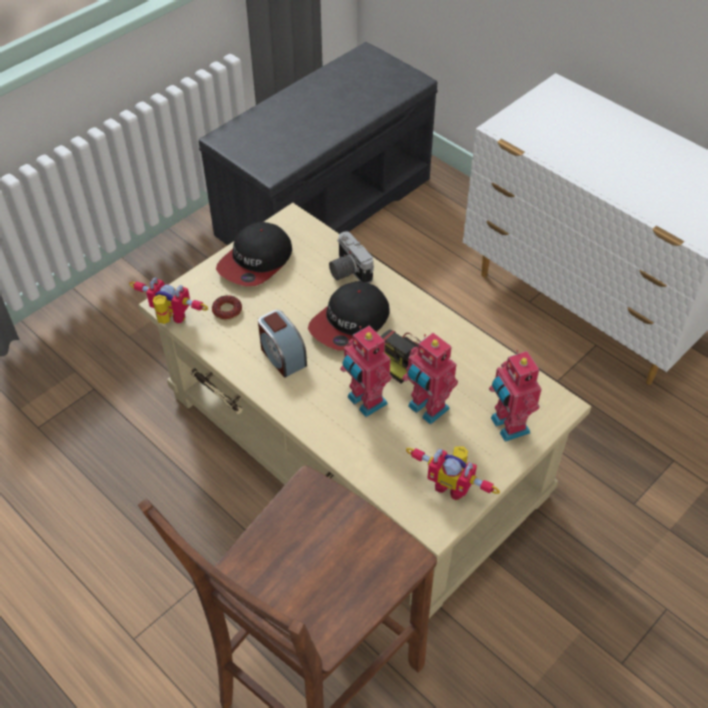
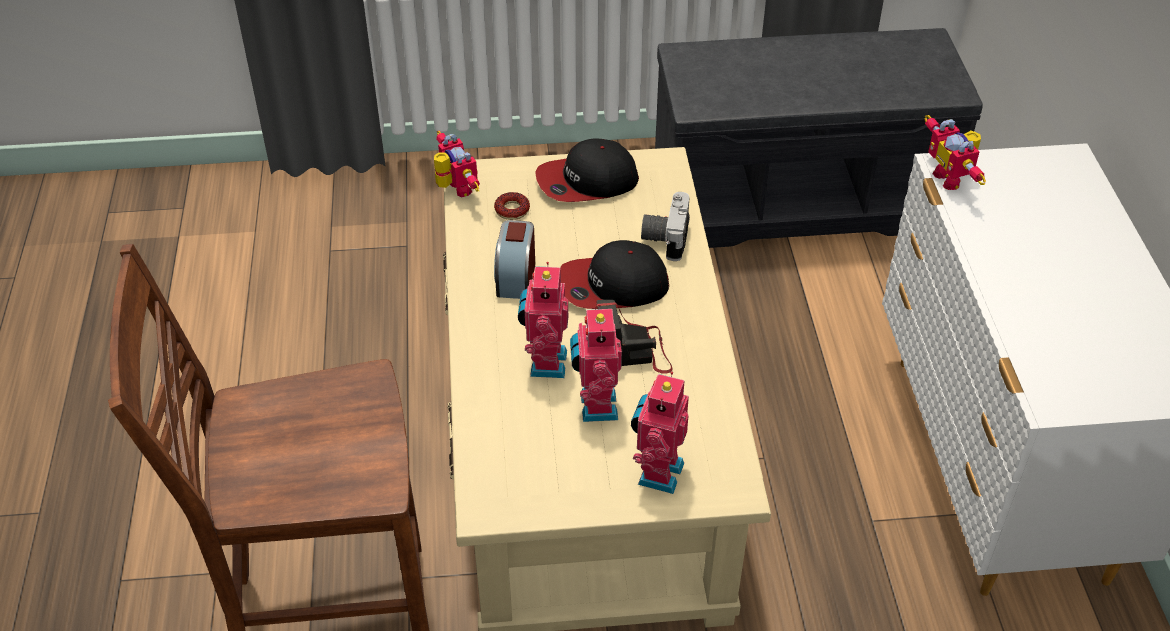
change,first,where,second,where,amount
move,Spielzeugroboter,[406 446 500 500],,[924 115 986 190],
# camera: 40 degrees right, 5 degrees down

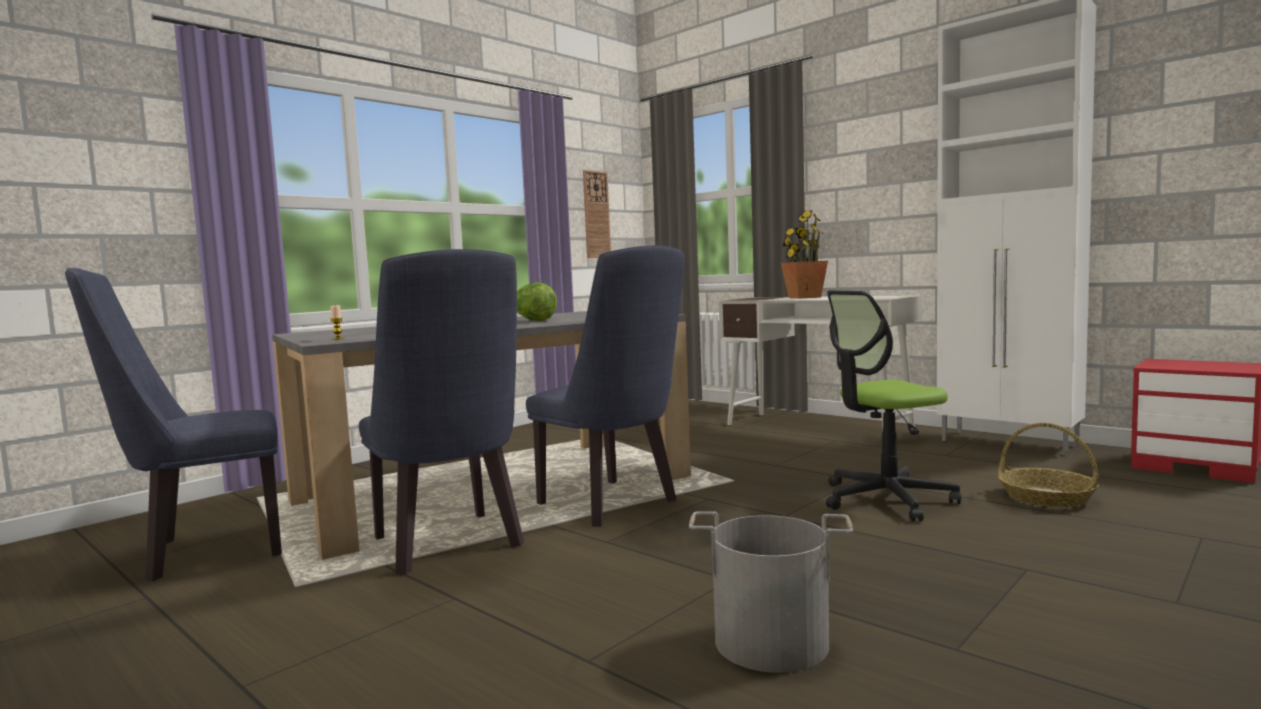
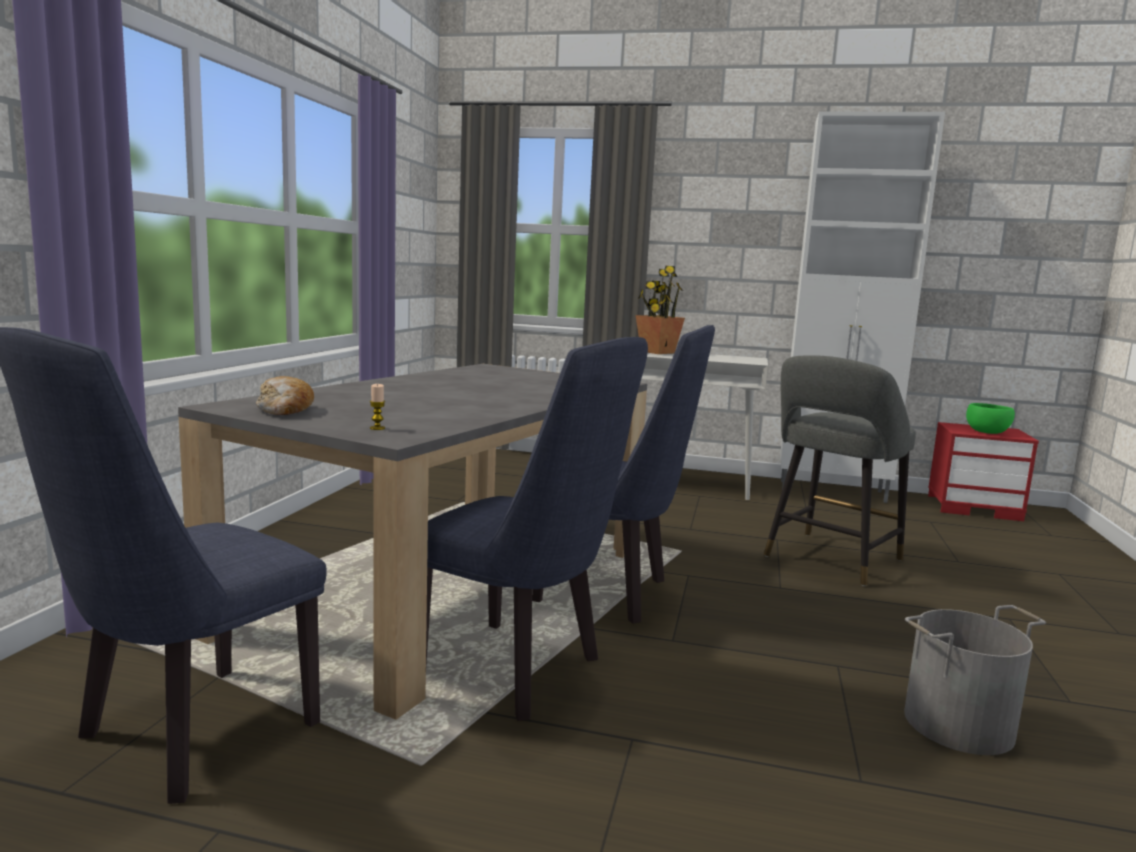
change,first,where,second,where,amount
delete,Salatkopf,[517 282 557 321],,,
delete,Wanduhr,[583 170 611 258],,,
replace,Bürostuhl,[826 290 961 522],Hocker (grau),[764 355 916 586],
delete,Korb,[998 423 1100 507],,,
insert,,,Brot,[256 376 314 415],
insert,,,Schüssel (grün),[966 403 1015 434],
# camera: 30 degrees left, 5 degrees up

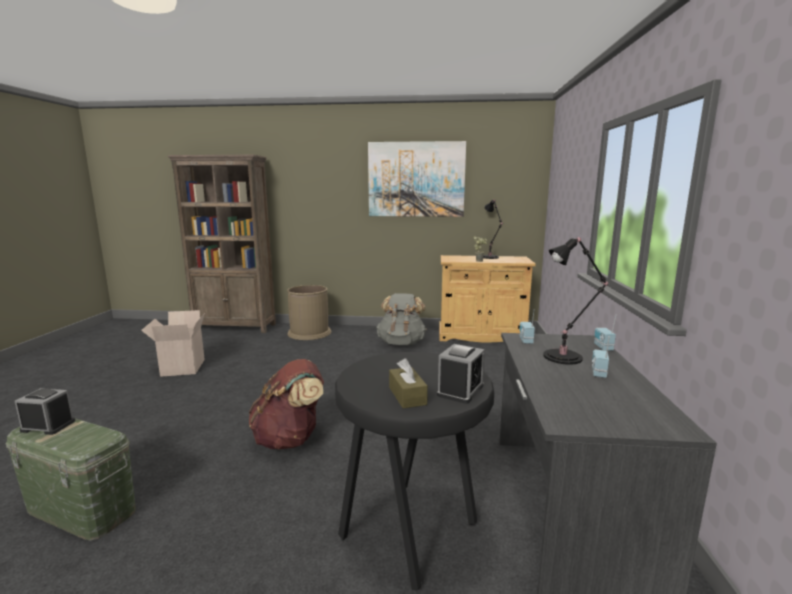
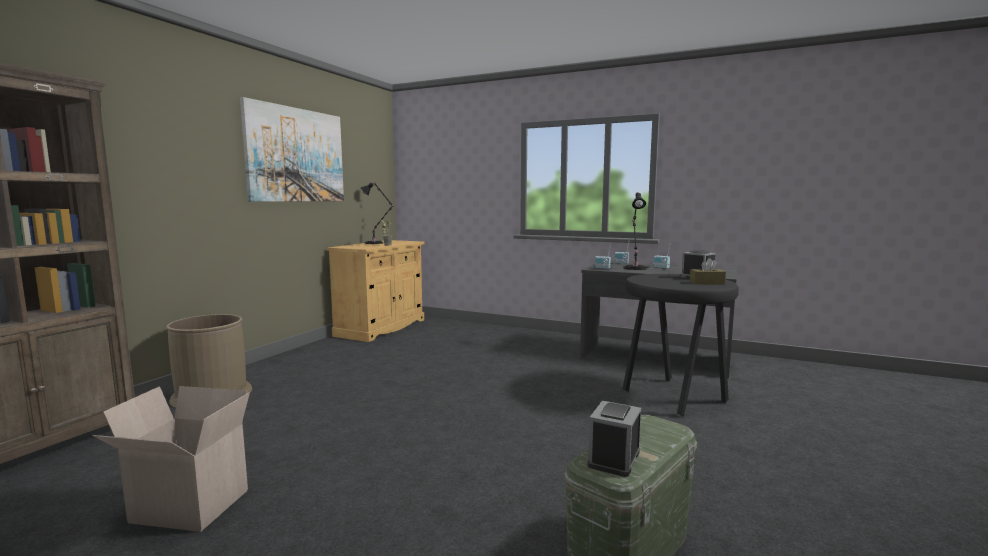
change,first,where,second,where,amount
delete,Rucksack (braun),[249 359 324 449],,,
delete,Rucksack (grau),[376 293 427 345],,,
# camera: 70 degrees left, 5 degrees down

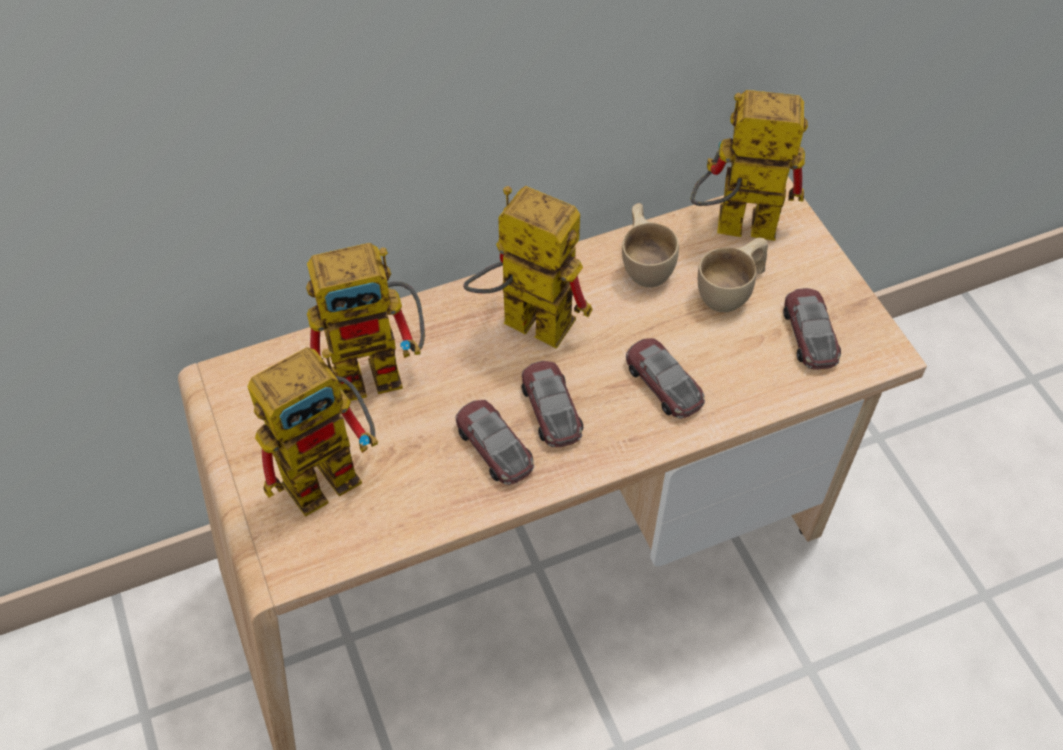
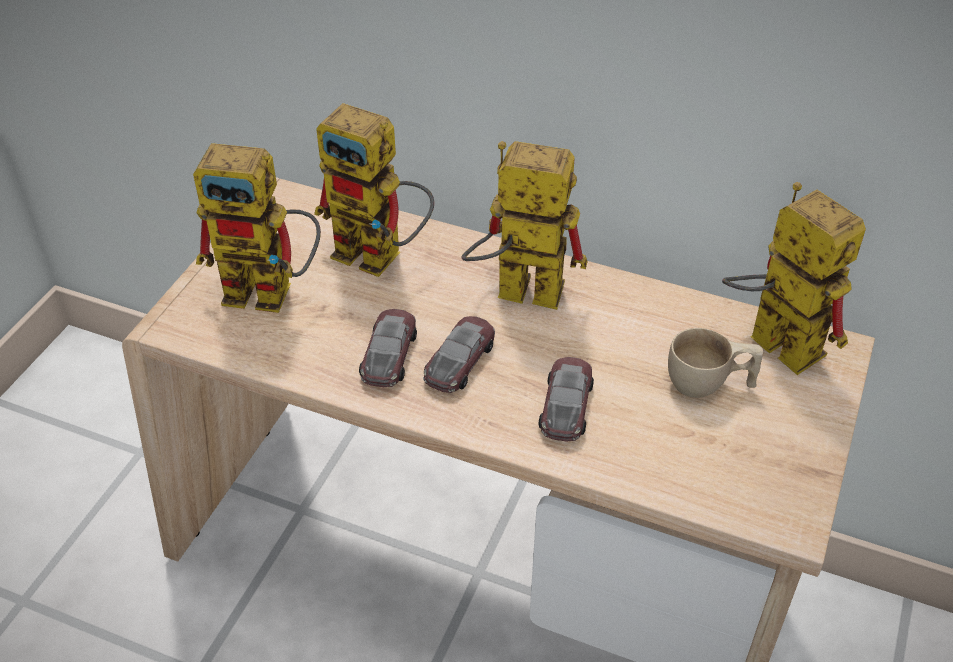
change,first,where,second,where,amount
rotate,Spielzeugroboter,[463 186 593 349],,[461 141 588 310],60 degrees counterclockwise
delete,Tasse (beige),[622 203 679 287],,,
delete,Spielzeugauto,[783 288 841 370],,,
# camera: 45 degrees right, 10 degrees down

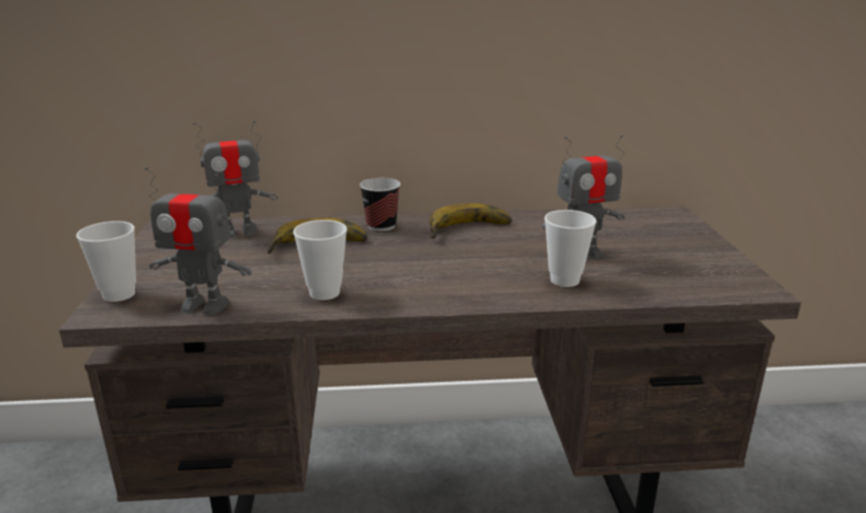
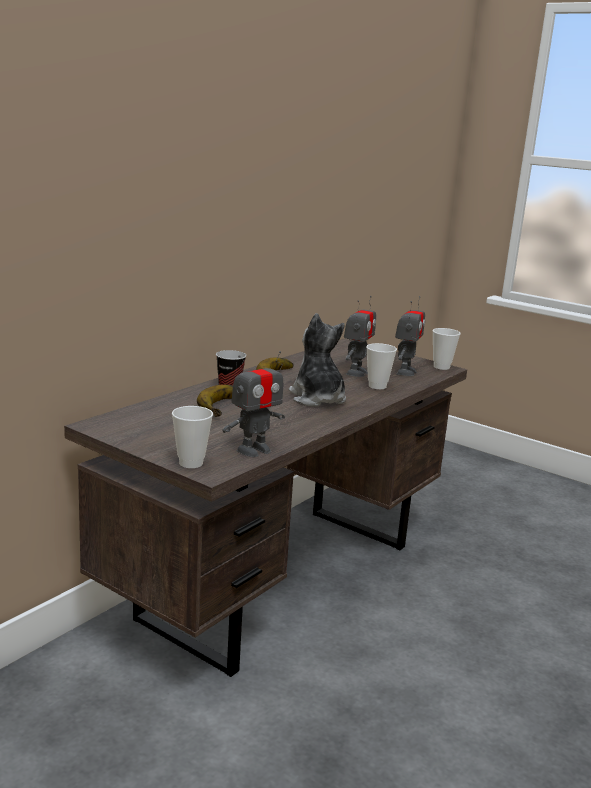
change,first,where,second,where,amount
move,Spielzeugroboter,[193 120 278 238],,[395 296 425 376],
move,Tasse,[293 220 347 300],,[432 328 461 370],
insert,,,Plüschtier,[289 313 346 407],
# camera: 50 degrees left, 5 degrees down

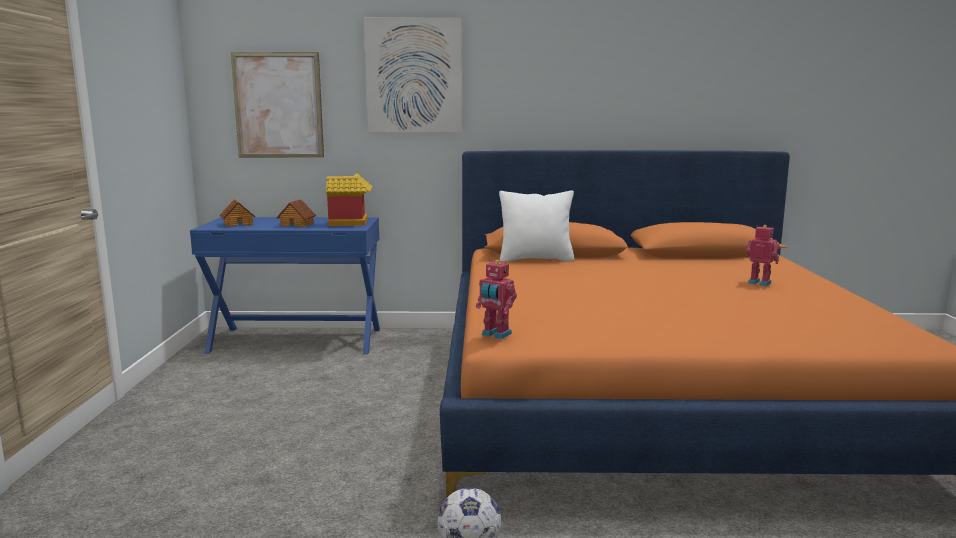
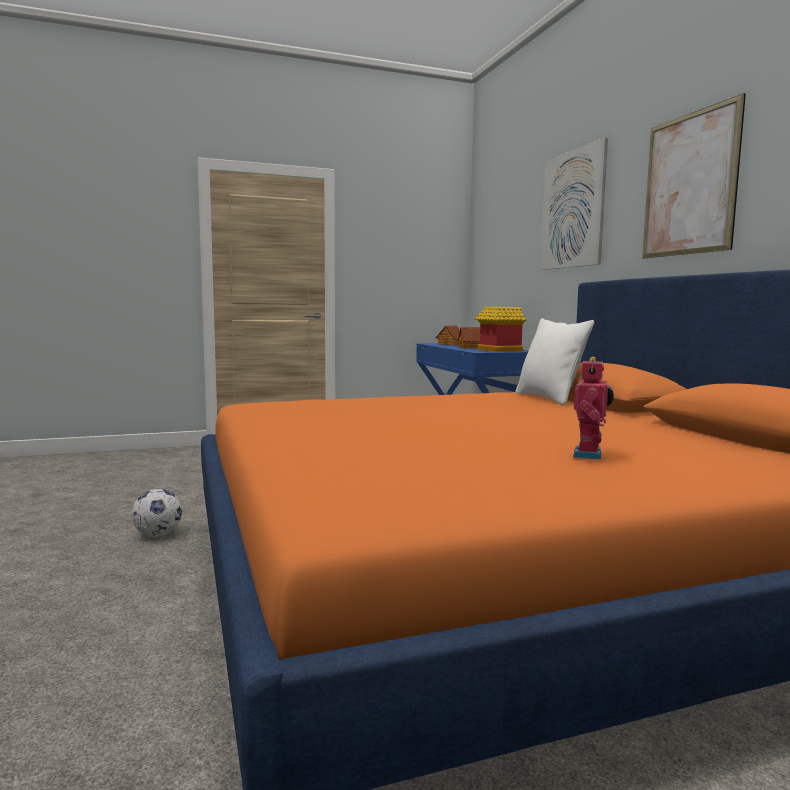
change,first,where,second,where,amount
move,Bild,[231 52 324 157],,[642 93 746 259],
delete,Spielzeugroboter,[476 260 517 339],,,
# camera: 70 degrees right, 5 degrees down

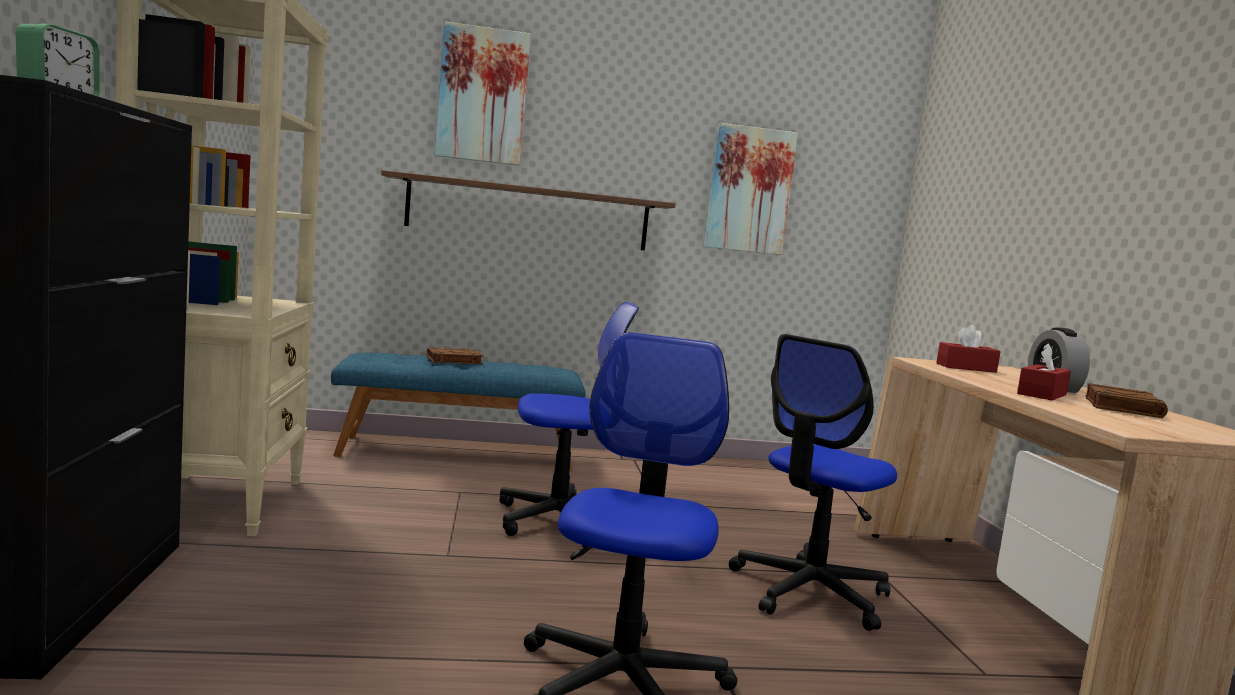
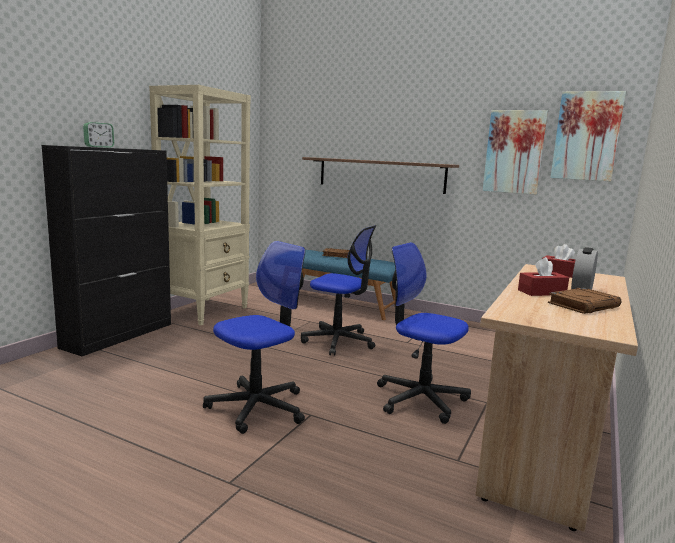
change,first,where,second,where,amount
move,Bild,[435 21 531 166],,[550 91 626 181],
rotate,Bürostuhl,[729 334 897 631],,[377 242 471 424],45 degrees clockwise
# camera: 35 degrees right, 5 degrees up

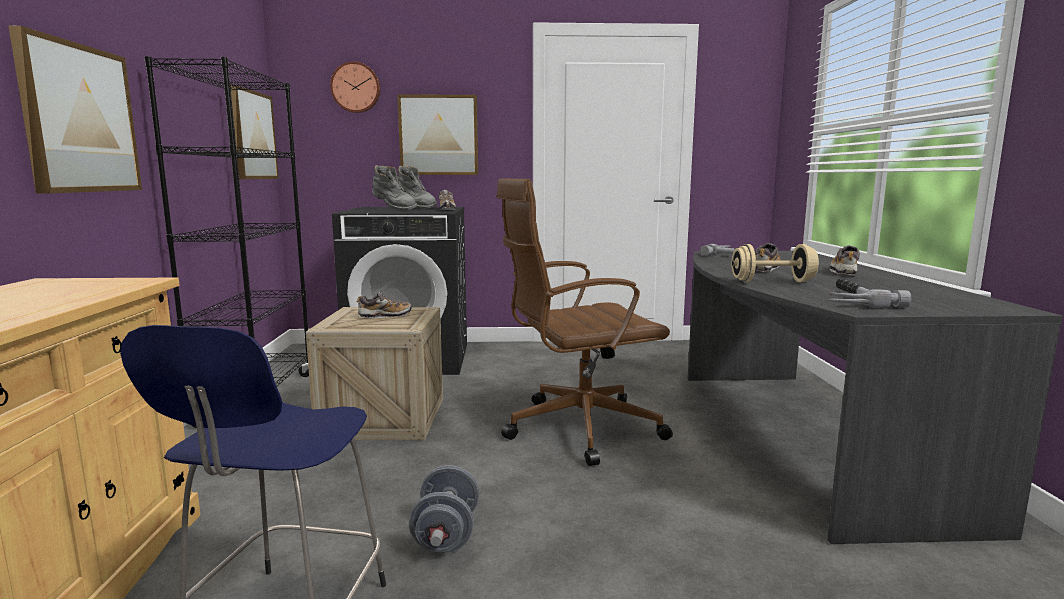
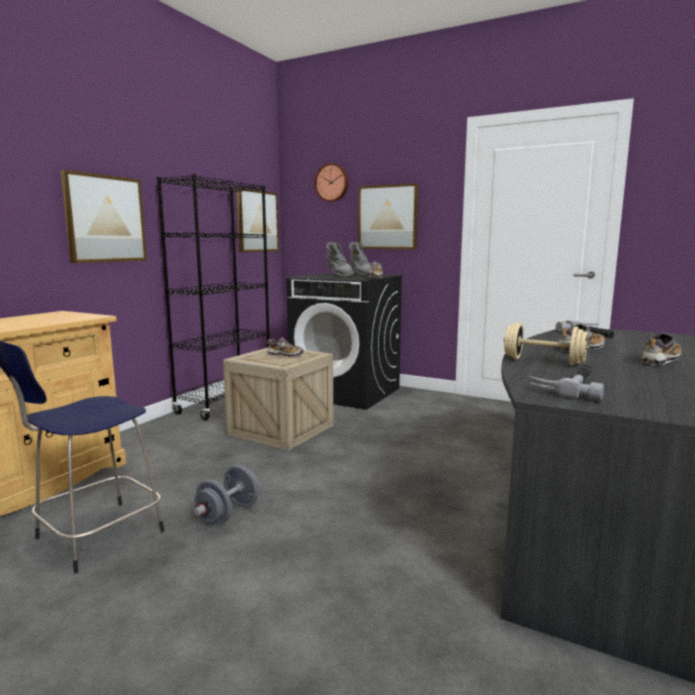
change,first,where,second,where,amount
delete,Bürostuhl (braun),[497 178 673 466],,,
# camera: 30 degrees right, 0 degrees up

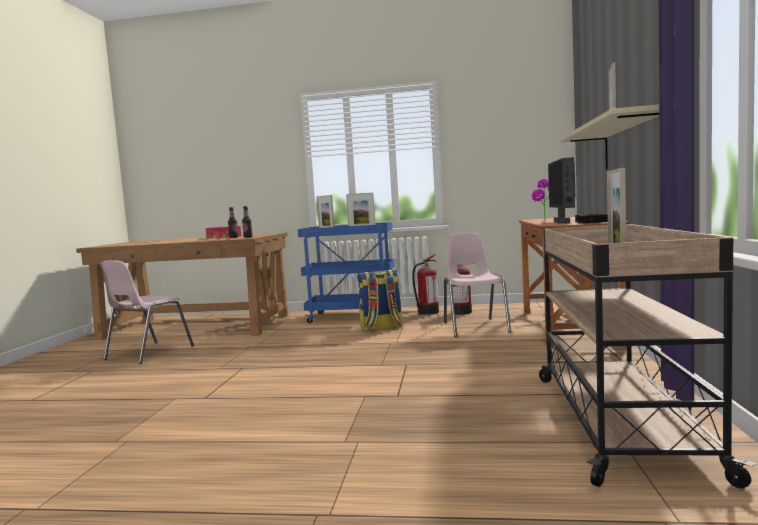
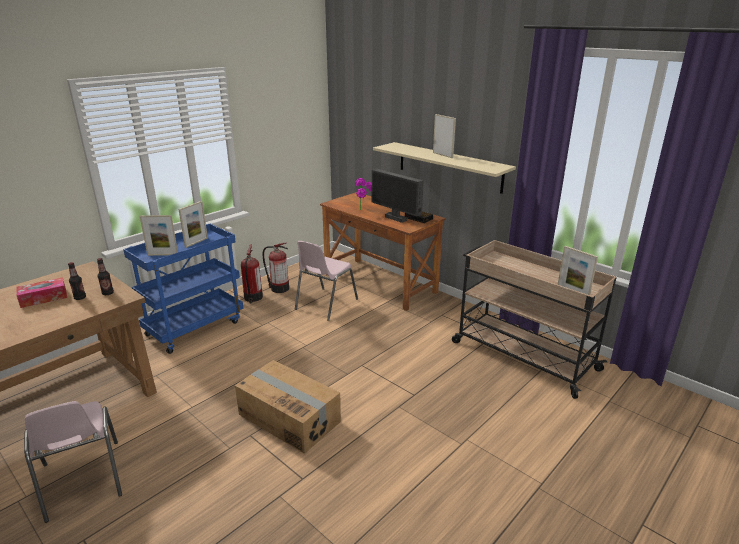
change,first,where,second,where,amount
delete,Rucksack,[357 269 403 331],,,
rotate,Stuhl (rosa),[444 233 511 337],,[295 241 358 321],90 degrees counterclockwise
insert,,,Karton,[235 360 341 454],
# camera: 55 degrees left, 20 degrees up

